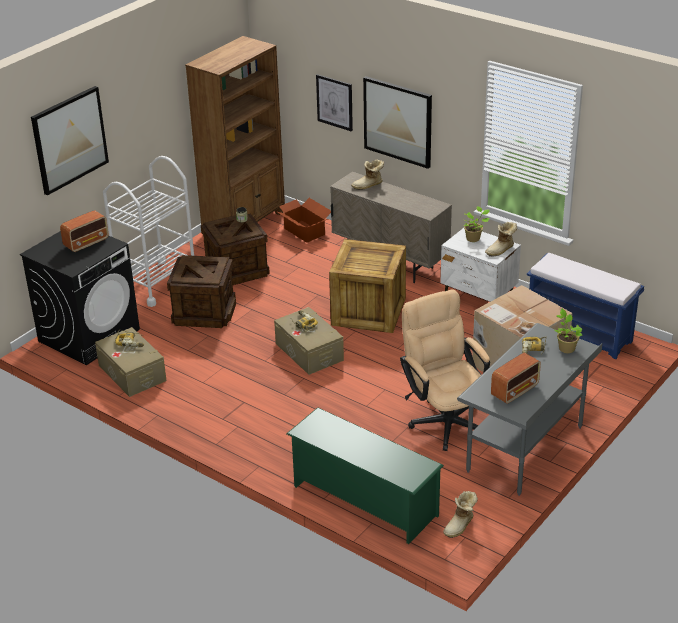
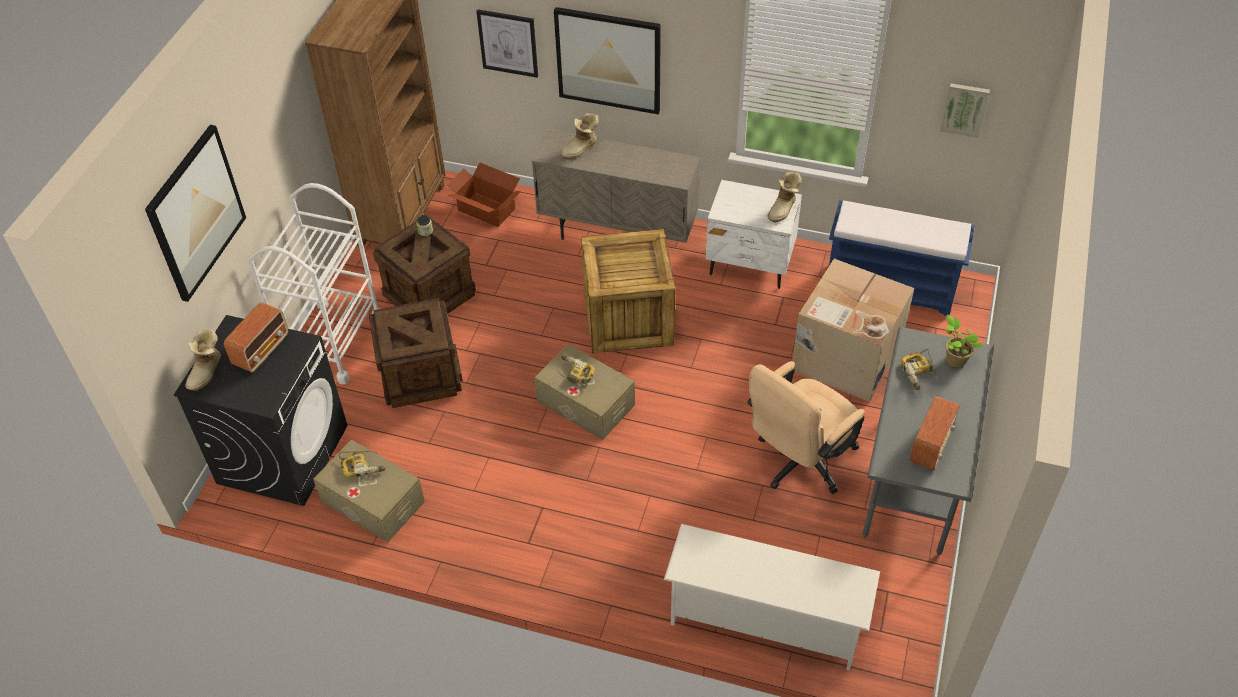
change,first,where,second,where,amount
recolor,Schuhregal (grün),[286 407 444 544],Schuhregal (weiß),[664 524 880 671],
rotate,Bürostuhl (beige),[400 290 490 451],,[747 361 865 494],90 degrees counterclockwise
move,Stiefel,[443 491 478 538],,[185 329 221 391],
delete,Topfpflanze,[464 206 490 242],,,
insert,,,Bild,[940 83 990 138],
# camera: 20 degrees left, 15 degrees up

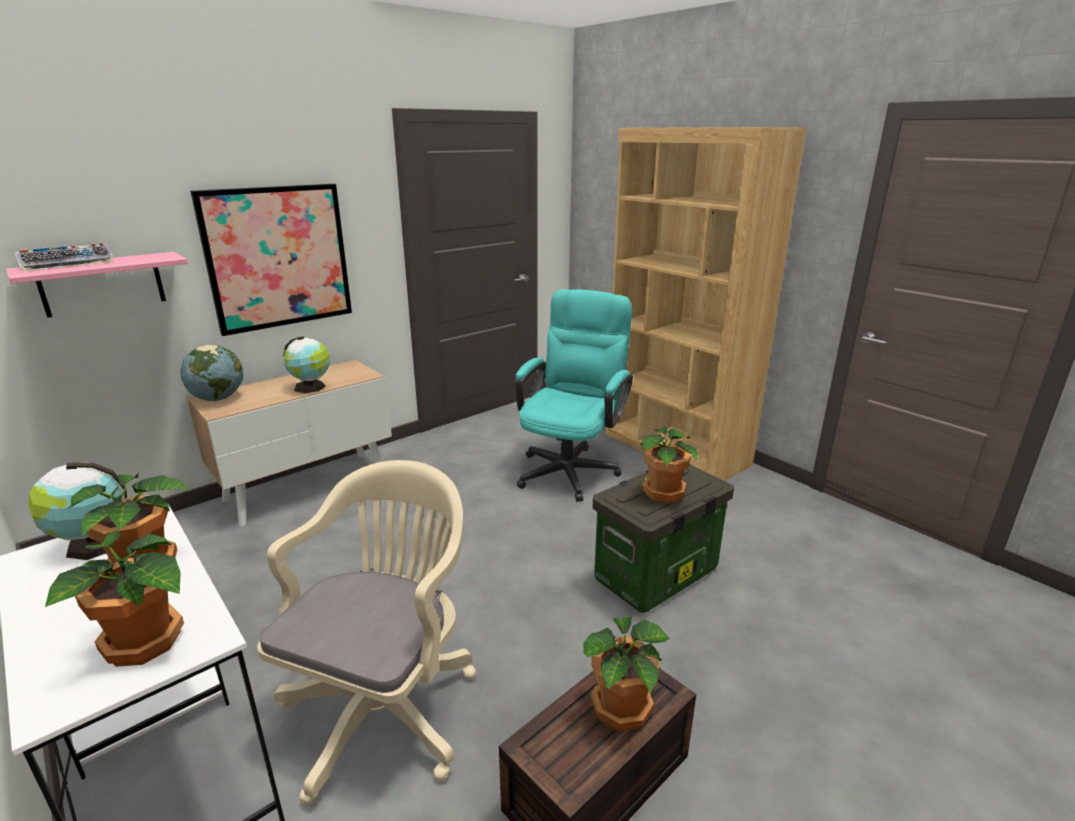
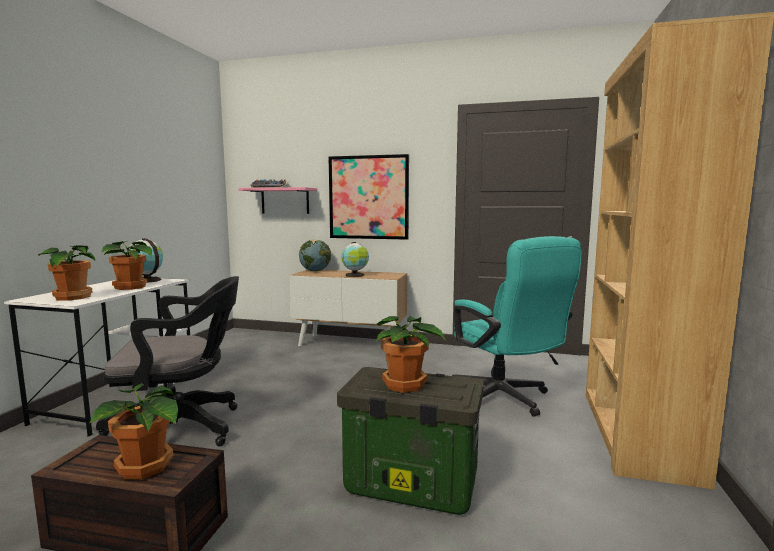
change,first,where,second,where,amount
recolor,Bürostuhl (beige),[257 460 476 805],Bürostuhl (schwarz),[96 276 239 447],
rotate,Bürostuhl (türkis),[515 289 633 502],,[452 236 582 417],75 degrees clockwise
# camera: 55 degrees right, 15 degrees down

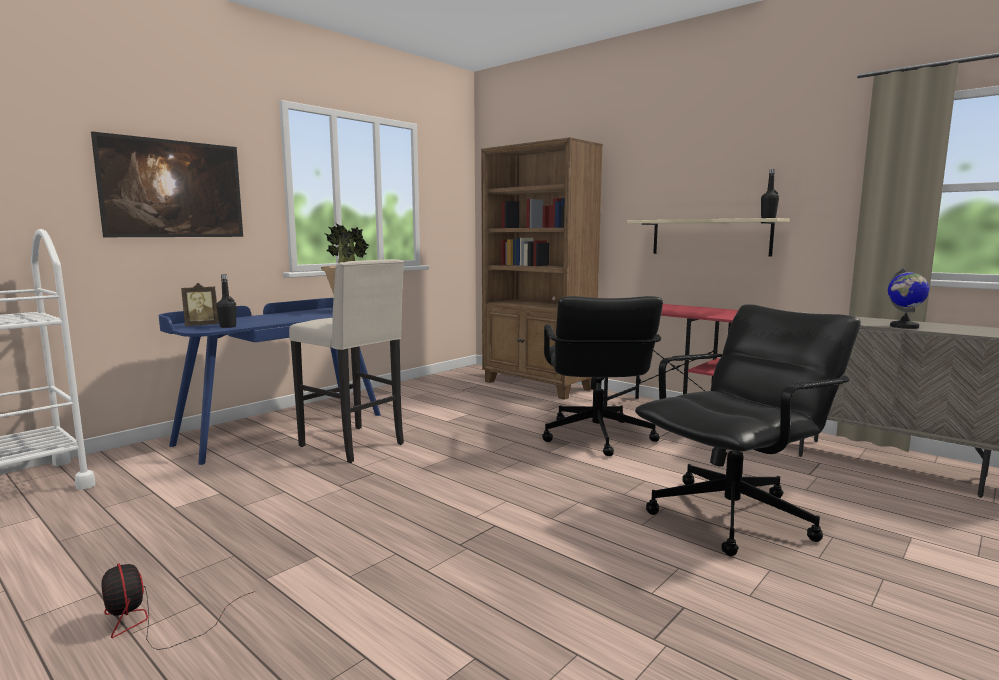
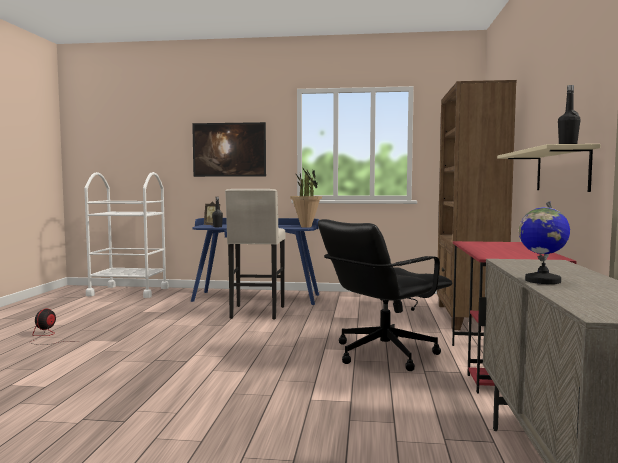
change,first,where,second,where,amount
delete,Bürostuhl (schwarz),[635 304 861 556],,,
# camera: 55 degrees right, 5 degrees down

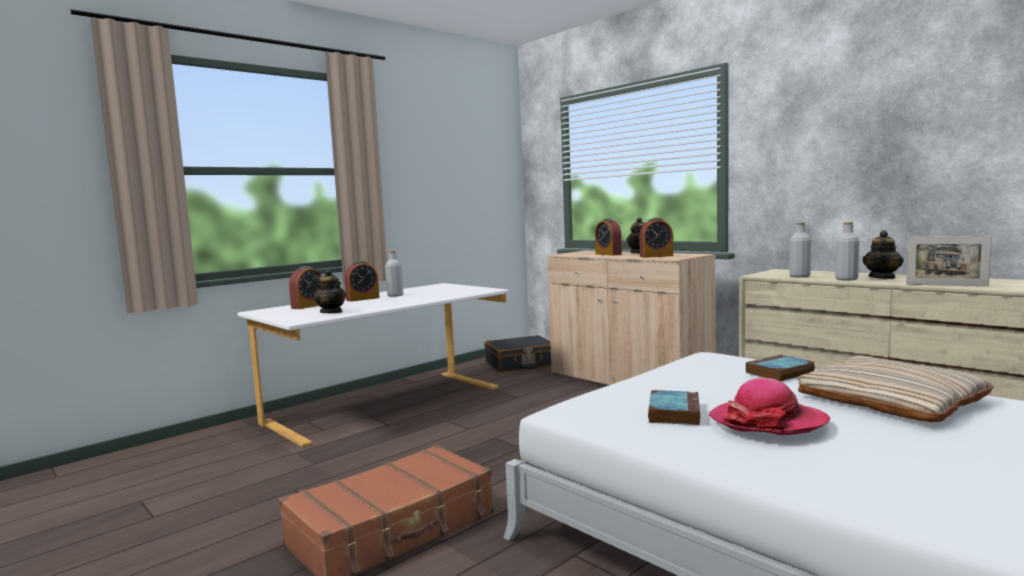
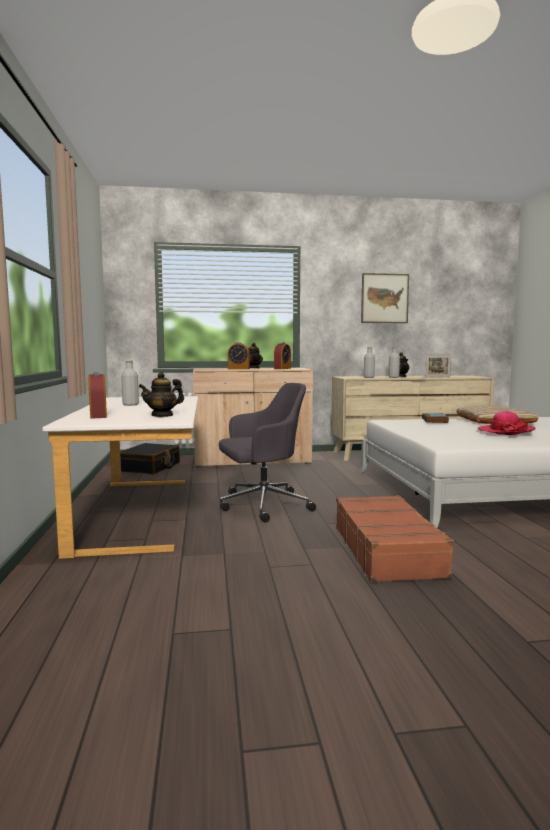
change,first,where,second,where,amount
rotate,Teekanne,[314 269 346 313],,[139 372 184 417],150 degrees clockwise
delete,Wecker,[345 261 379 302],,,
delete,Buch,[648 390 700 425],,,
insert,,,Bürostuhl (grau),[219 383 316 522],
insert,,,Bild,[361 273 409 323],
# camera: 55 degrees left, 0 degrees up

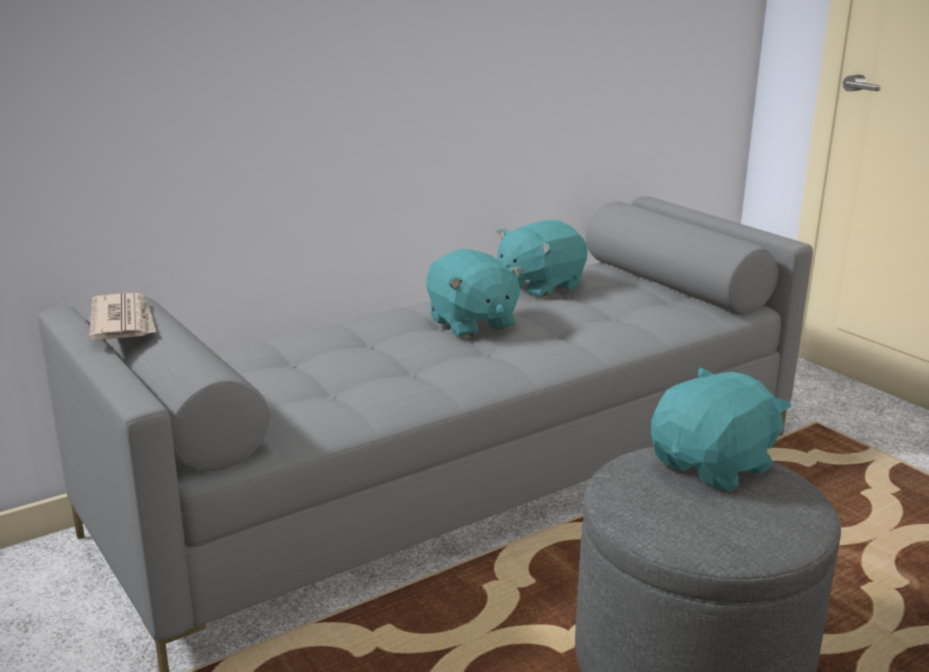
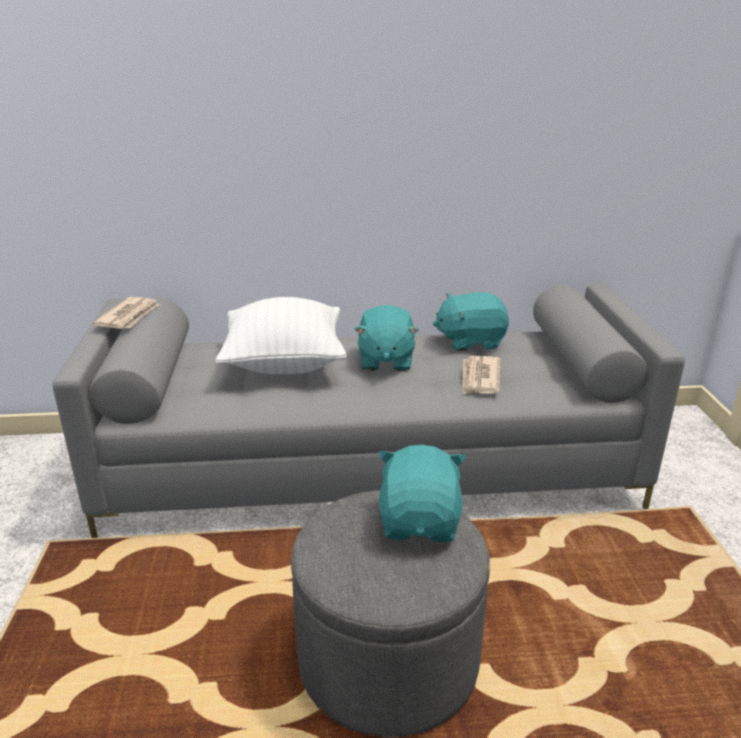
change,first,where,second,where,amount
rotate,Plüschtier (türkis),[651 367 791 493],,[378 445 466 542],75 degrees counterclockwise
insert,,,Kissen (weiß),[216 297 347 374],
insert,,,Zeitung,[463 356 501 394],
# camera: 30 degrees right, 5 degrees up

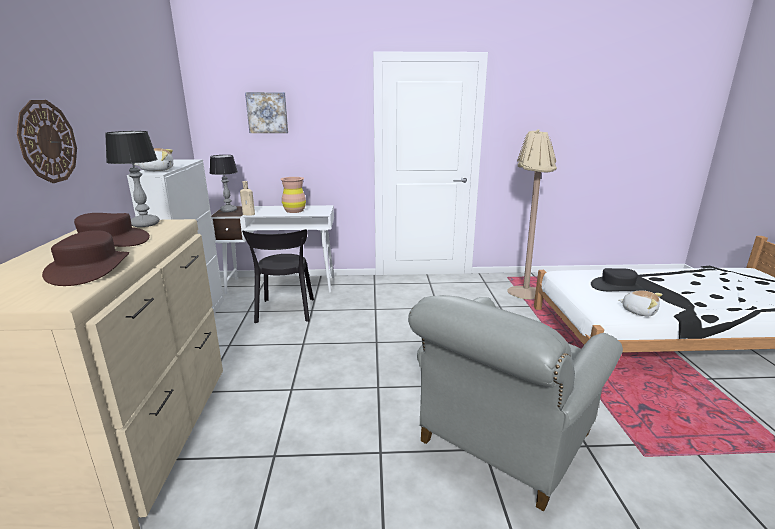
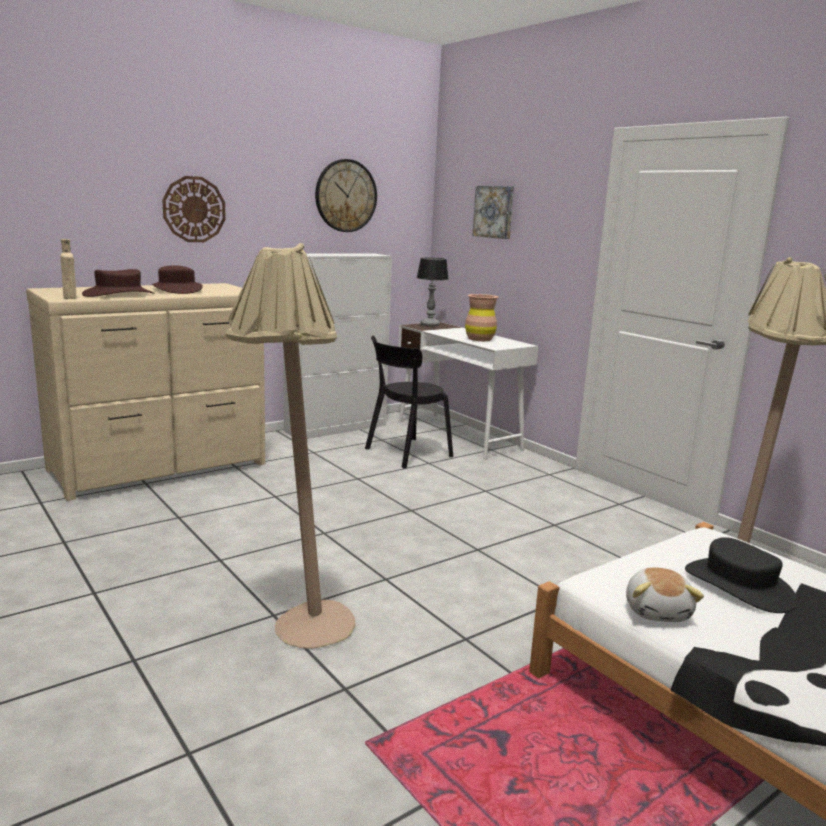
change,first,where,second,where,amount
delete,Tischlampe,[105 131 160 227],,,
delete,Plüschtier,[134 148 173 171],,,
move,Flasche (beige),[240 181 255 216],,[60 239 76 299],
replace,Sessel (grau),[408 295 623 511],Stehlampe (beige),[226 243 355 649],
insert,,,Wanduhr,[315 159 377 232],
# camera: 55 degrees right, 5 degrees down

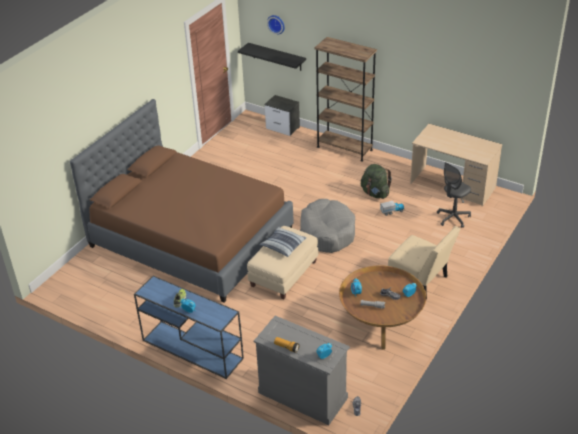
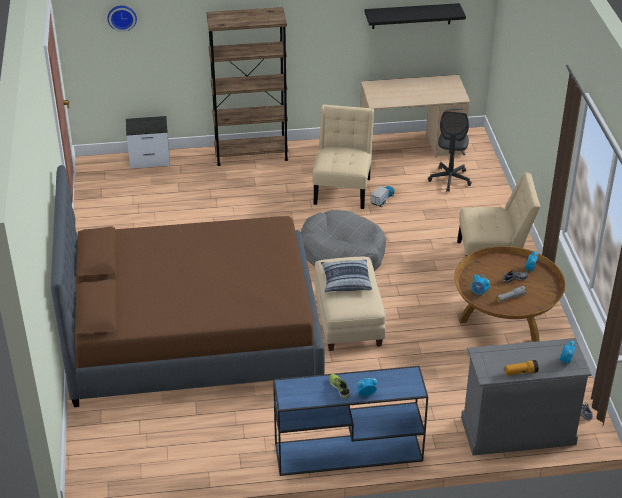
change,first,where,second,where,amount
move,Wandregal (schwarz),[238 43 306 71],,[365 3 466 29],
replace,Rucksack (grün),[361 164 392 199],Stuhl (beige),[313 104 374 209],
# camera: 40 degrees left, 0 degrees up

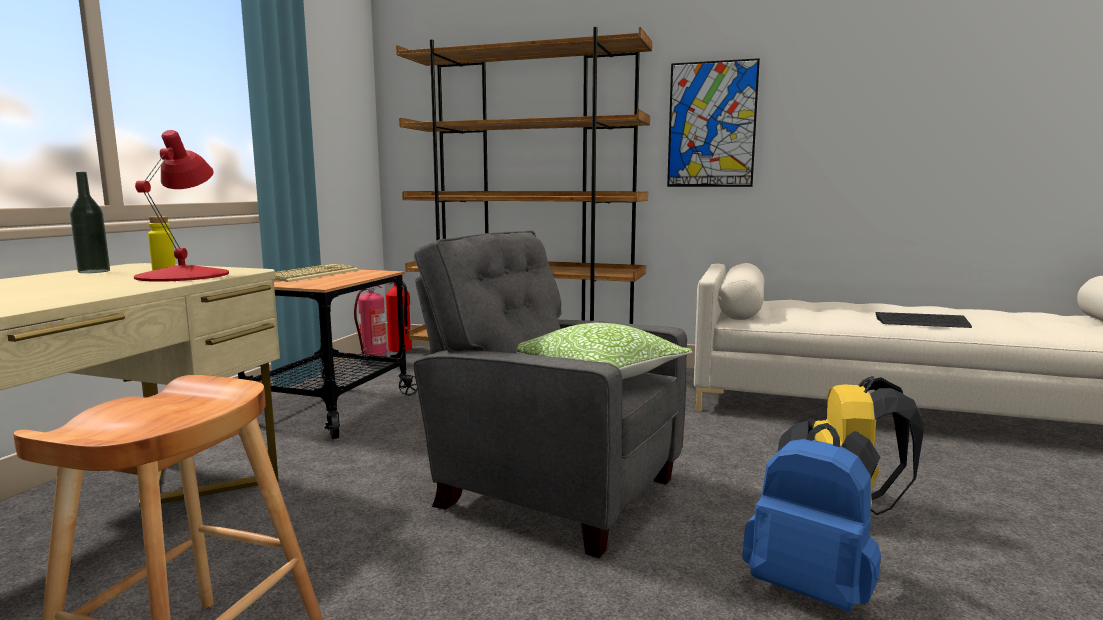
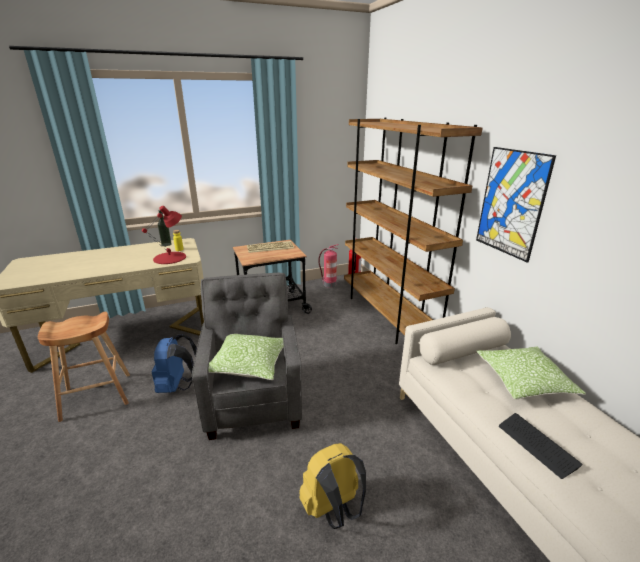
change,first,where,second,where,amount
move,Rucksack (blau),[742 421 881 611],,[152 334 197 393],
insert,,,Kissen,[477 346 586 399],
# camera: 50 degrees right, 15 degrees up

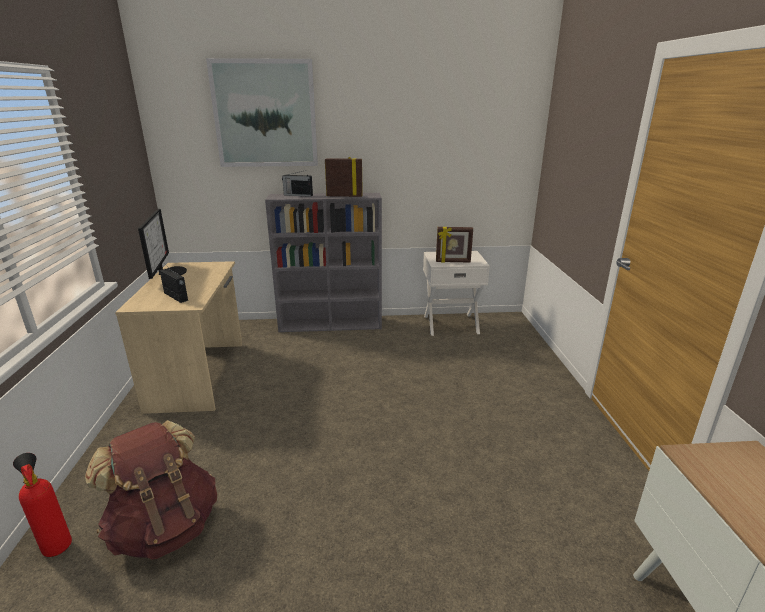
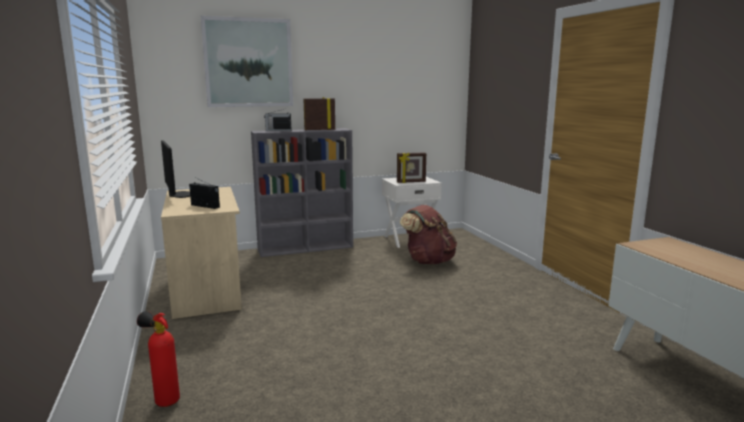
change,first,where,second,where,amount
move,Rucksack (braun),[85 420 217 559],,[400 205 457 264],
# camera: 15 degrees left, 10 degrees down

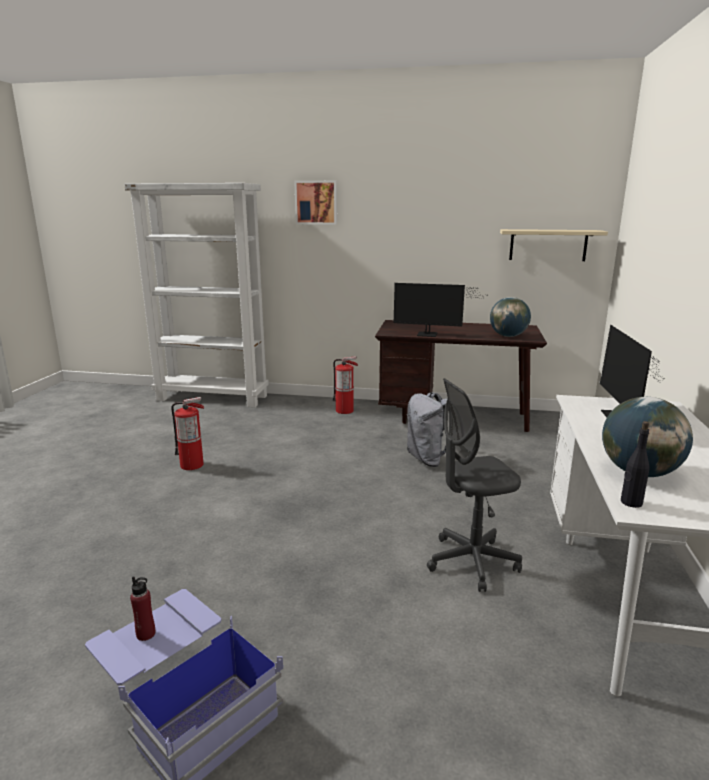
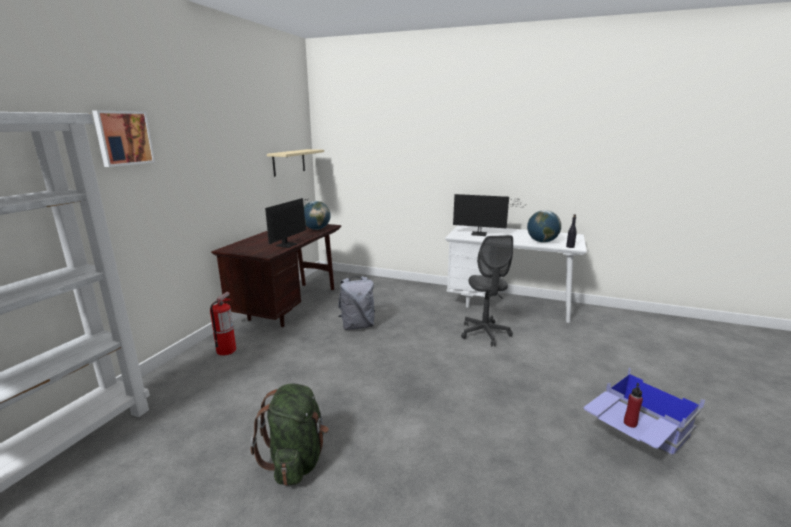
change,first,where,second,where,amount
replace,Feuerlöscher,[171 397 204 470],Rucksack (grün),[251 384 329 486],
# camera: 80 degrees left, 0 degrees up

